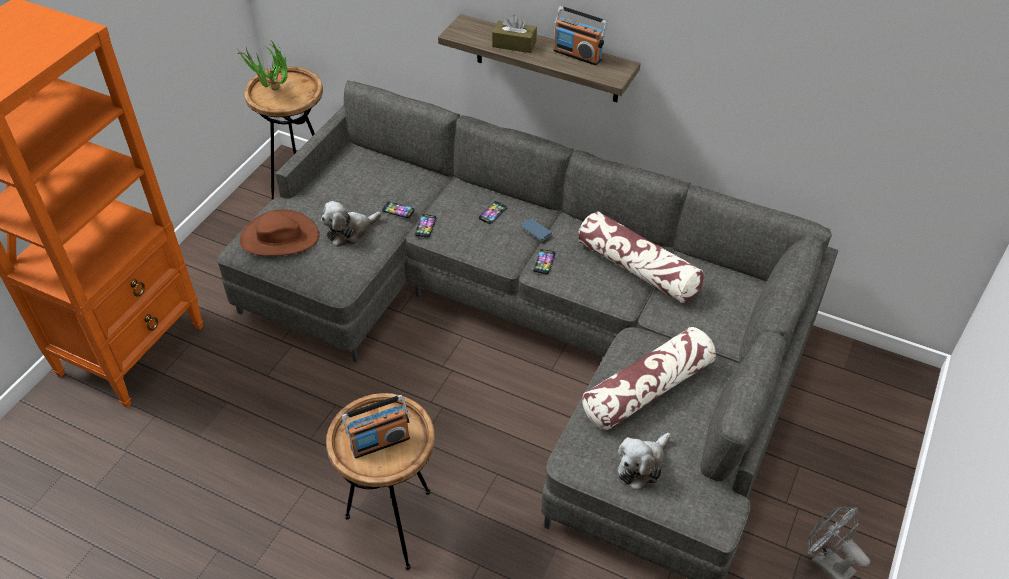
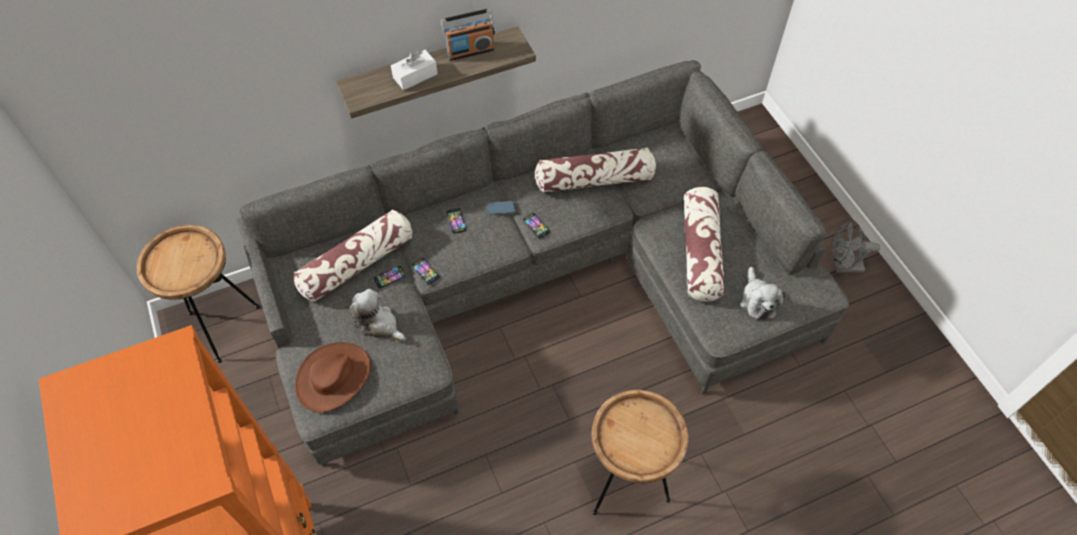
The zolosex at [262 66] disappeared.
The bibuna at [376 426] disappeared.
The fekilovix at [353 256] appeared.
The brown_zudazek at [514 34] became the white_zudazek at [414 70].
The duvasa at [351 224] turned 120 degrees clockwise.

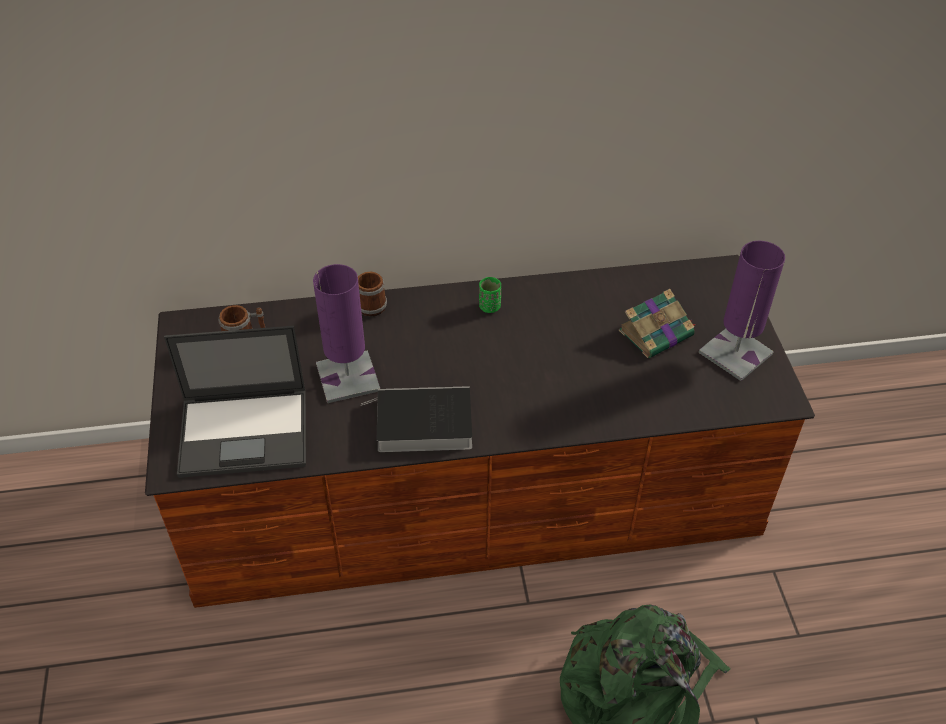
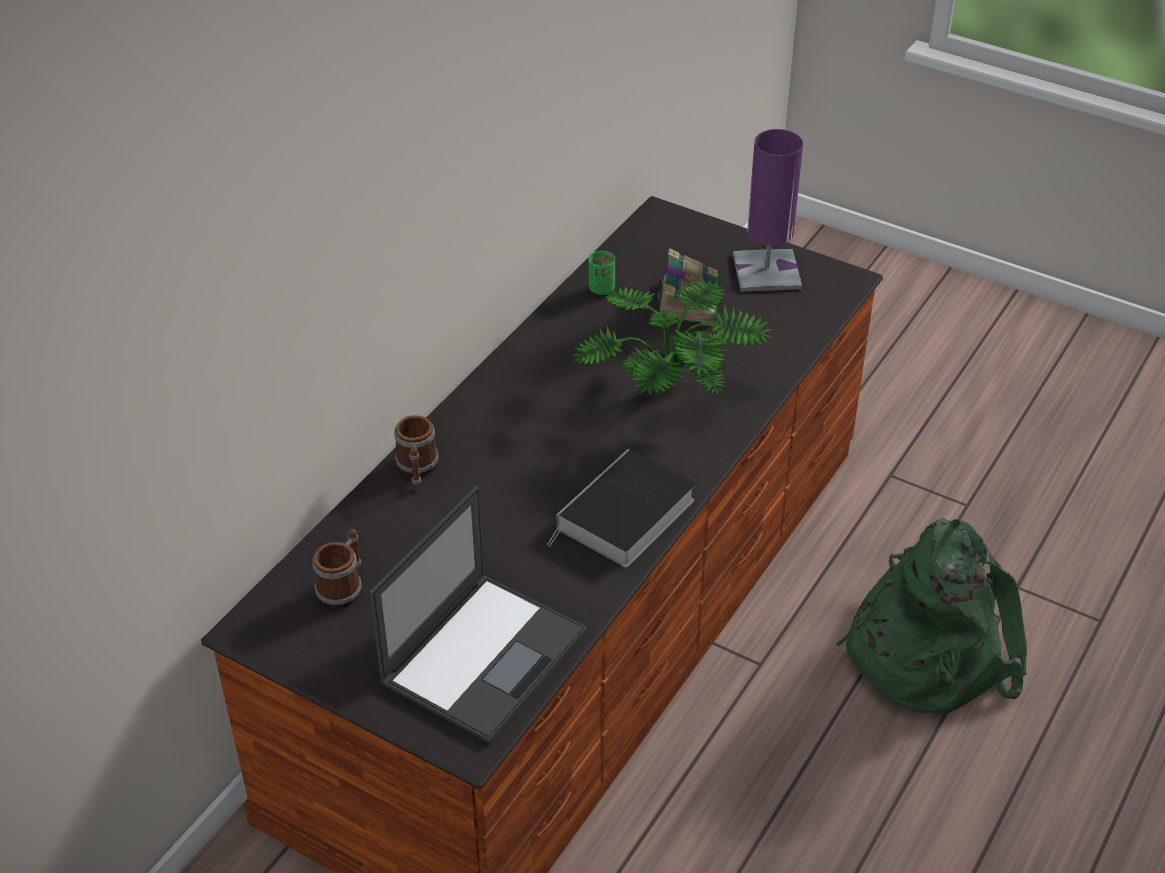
The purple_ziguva at [346 333] disappeared.
The zolosex at [673 336] appeared.
The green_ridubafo moved from [490 295] to [601 273].

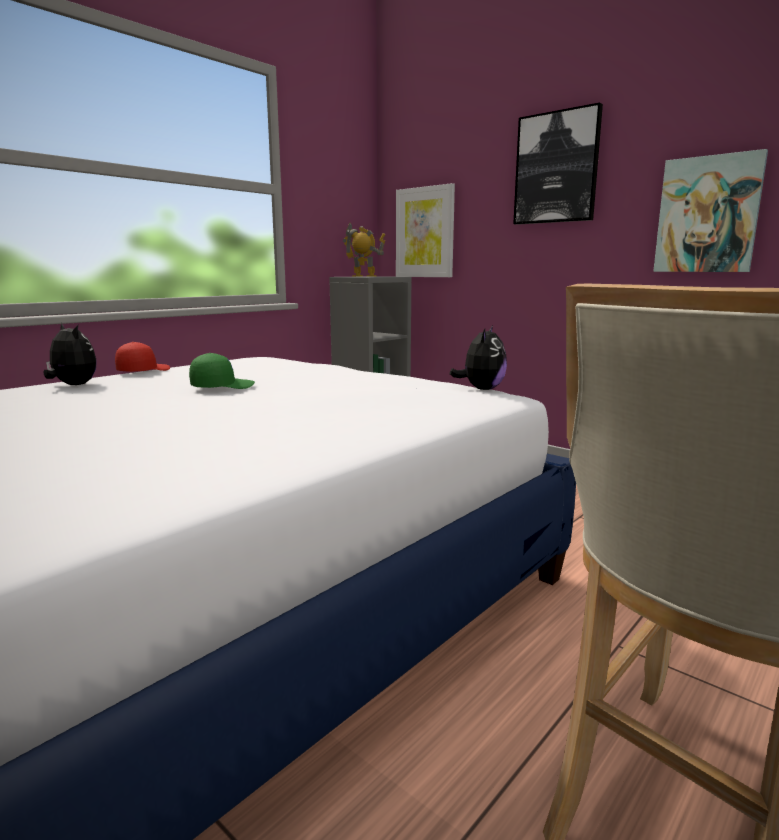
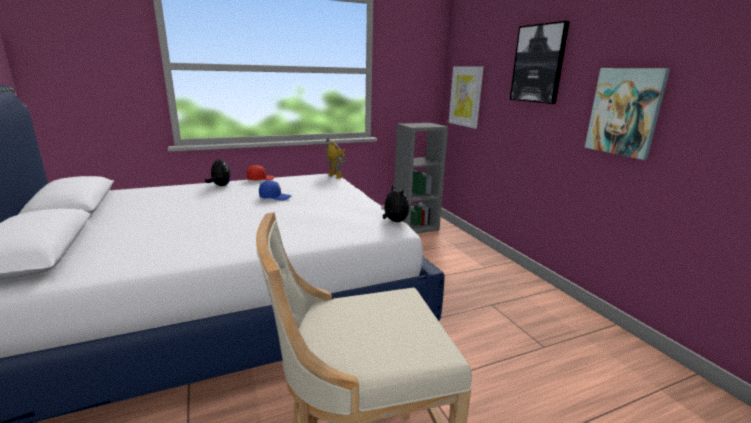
The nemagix moved from [364 250] to [335 157].
The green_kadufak at [222 371] became the blue_kadufak at [275 190].
The duvasa at [478 357] turned 75 degrees counterclockwise.

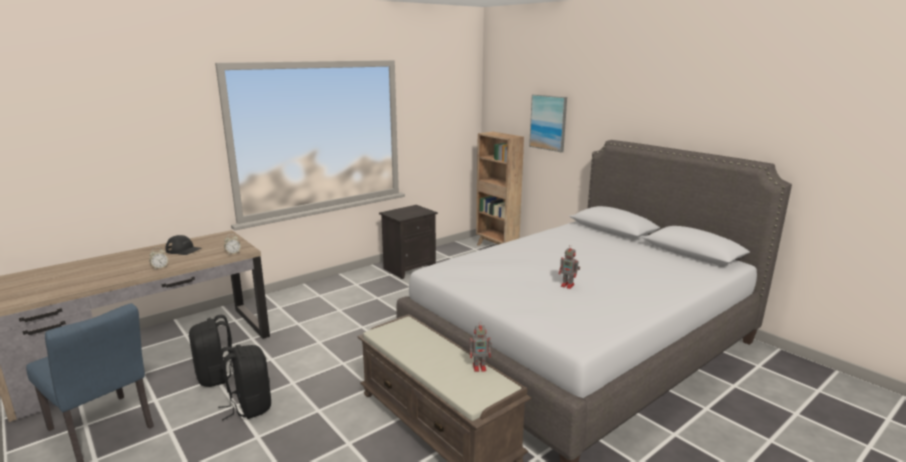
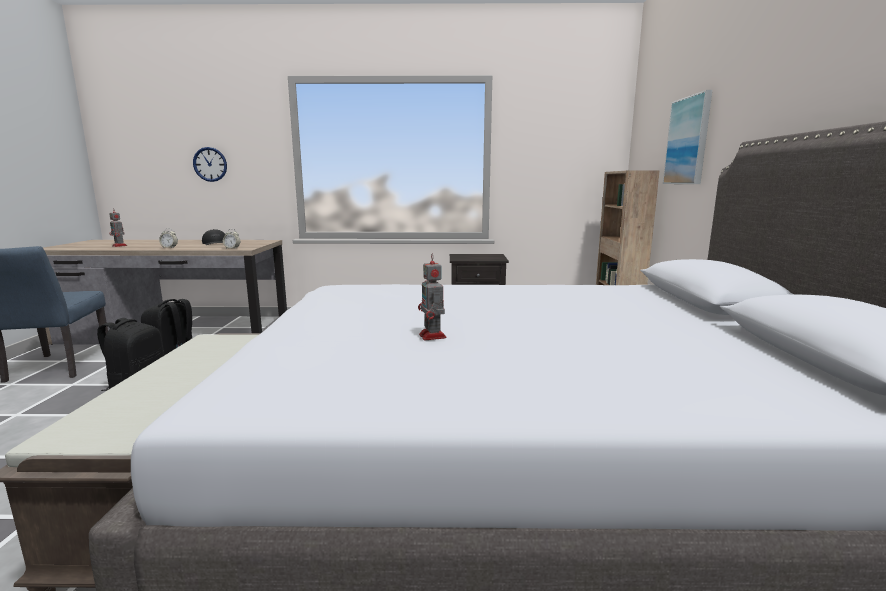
The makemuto at [210 164] appeared.
The nemagix moved from [481 346] to [118 227].

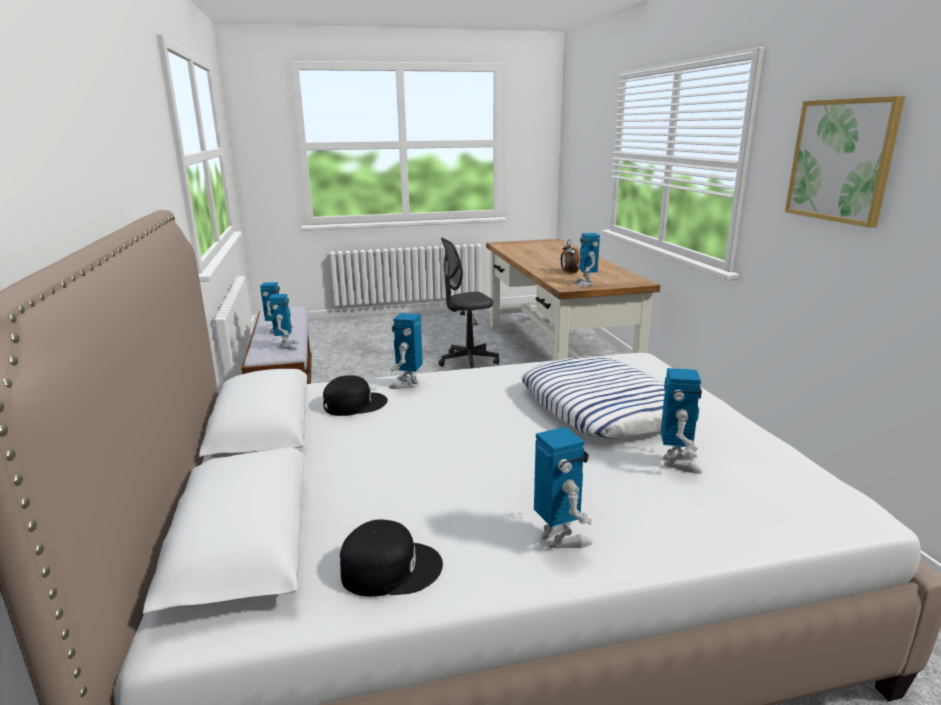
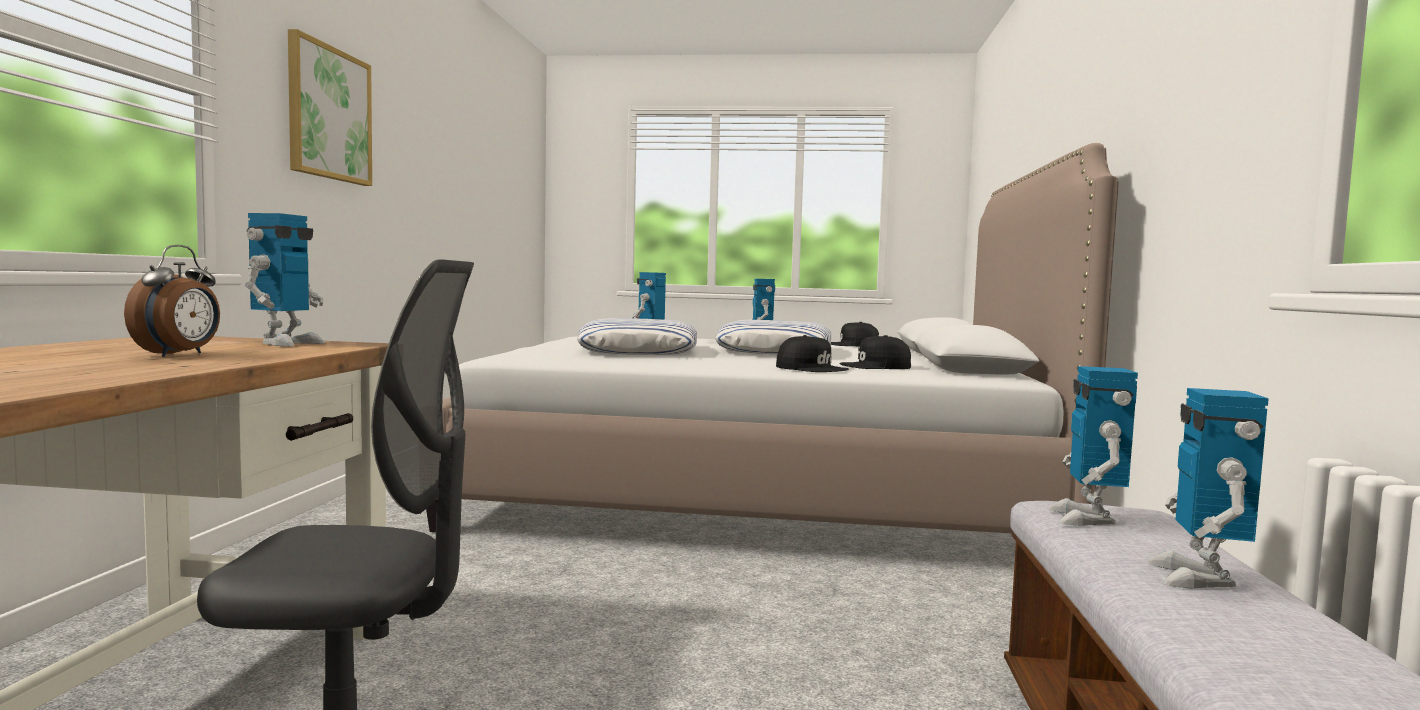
The fekilovix at [773 337] appeared.
The nemagix at [405 351] was replaced by the black_kadufak at [812 353].

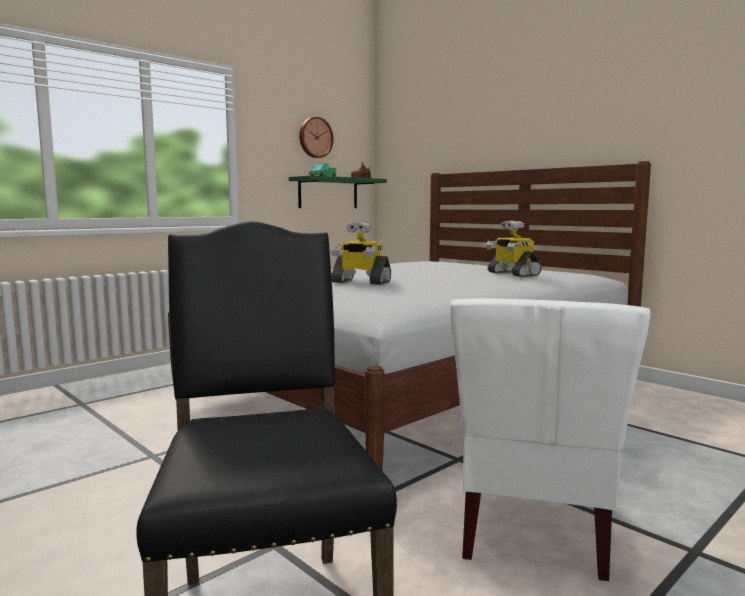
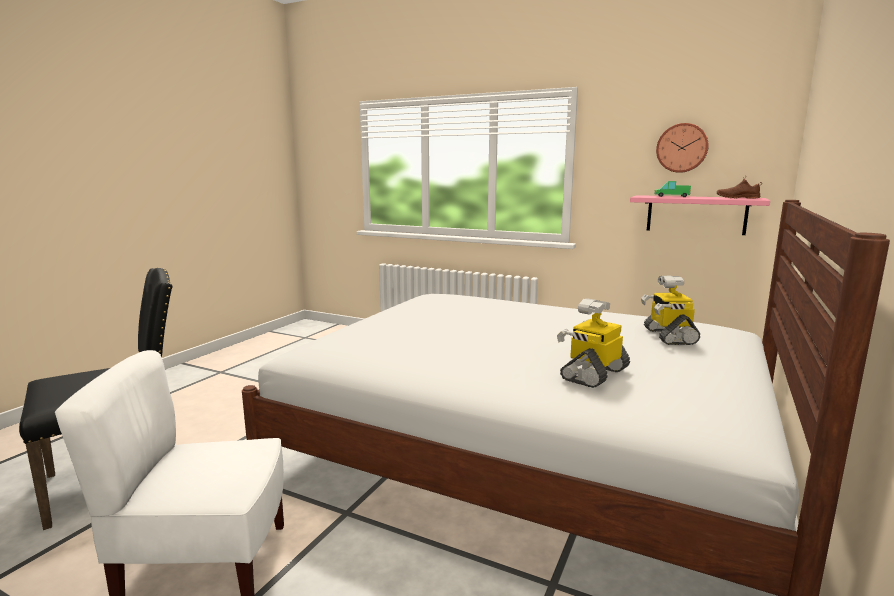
The nemagix moved from [361 253] to [670 310].
The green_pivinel at [338 191] became the pink_pivinel at [700 215].

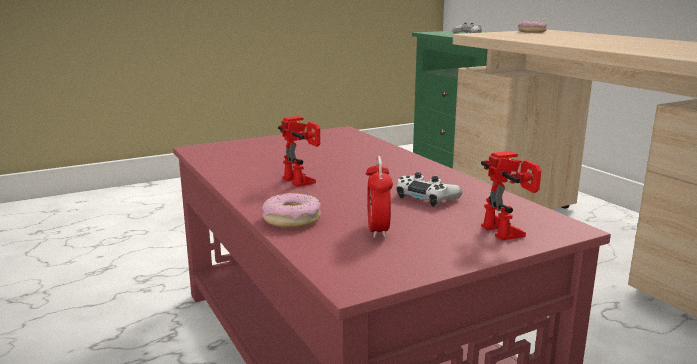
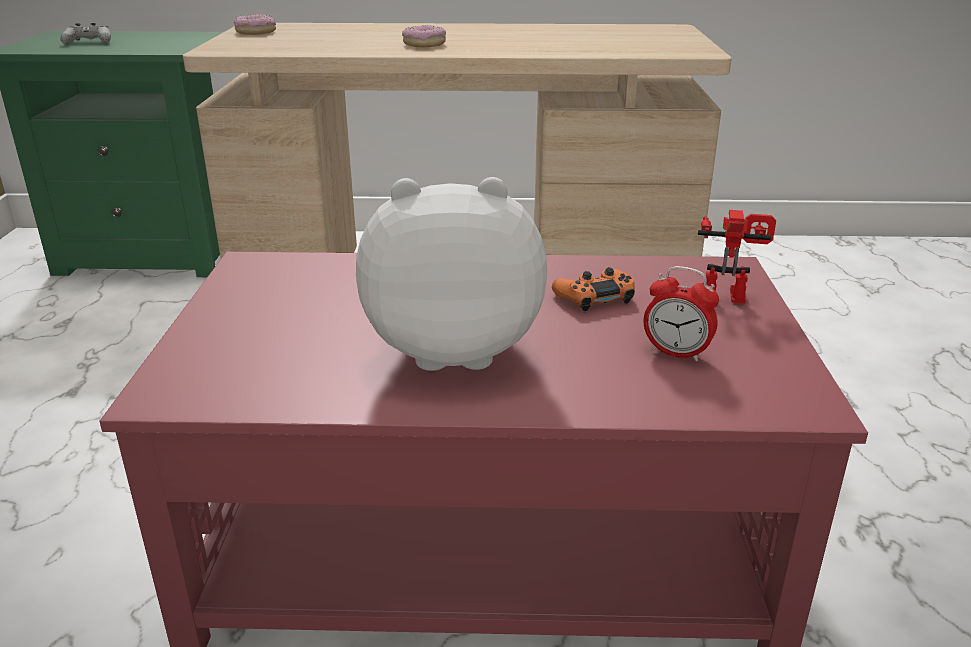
The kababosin moved from [291 210] to [424 36].
The nemagix at [299 151] was replaced by the duvasa at [451 274].
The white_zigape at [429 189] became the orange_zigape at [593 289].

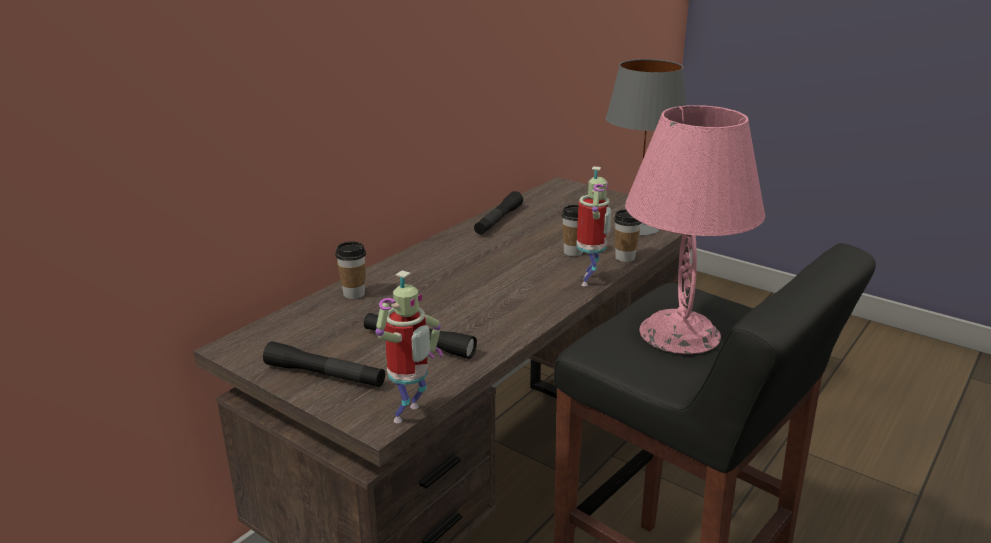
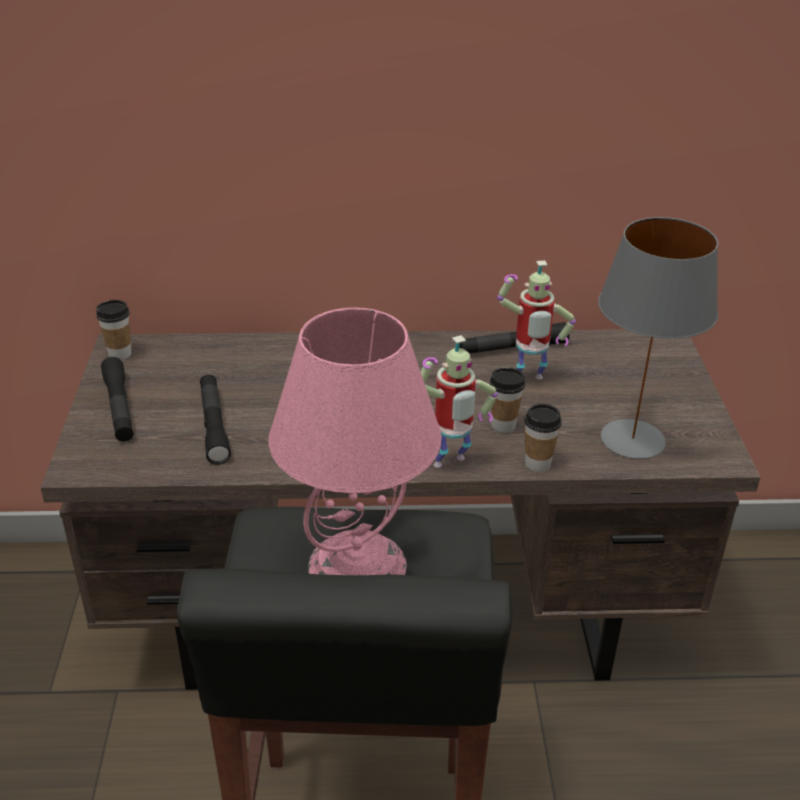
The ridubafo moved from [350 270] to [113 330].
The nemagix moved from [408 347] to [536 320].

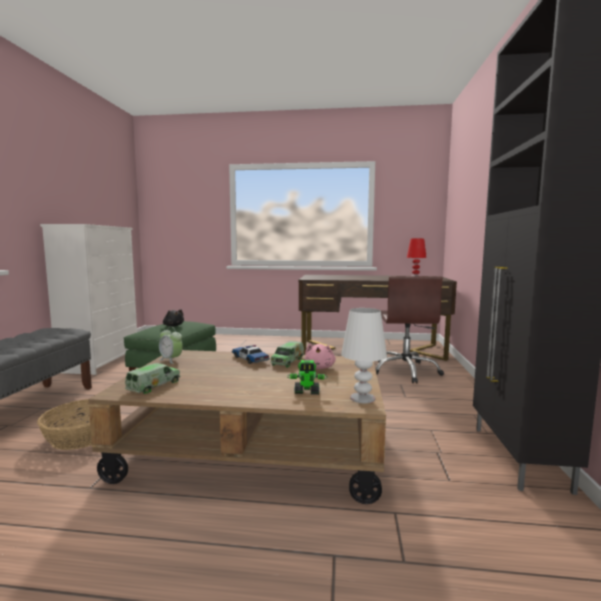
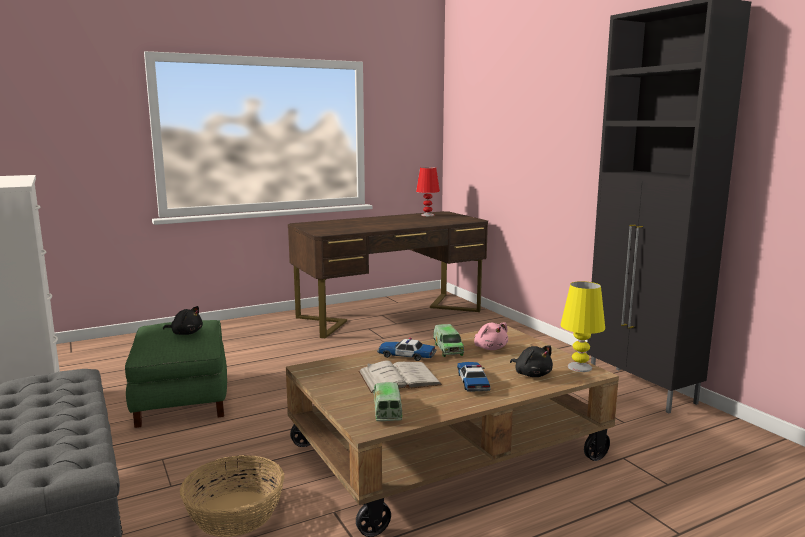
The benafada at [171 345] disappeared.
The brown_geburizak at [410 329] disappeared.
The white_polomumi at [400 377] appeared.
The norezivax at [474 376] appeared.
The nemagix at [308 377] was replaced by the black_duvasa at [531 361].
The white_ziguva at [364 355] became the yellow_ziguva at [582 326].

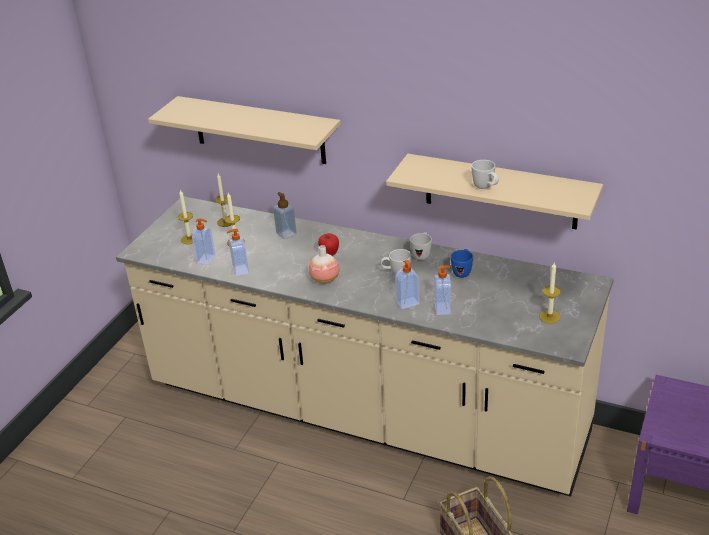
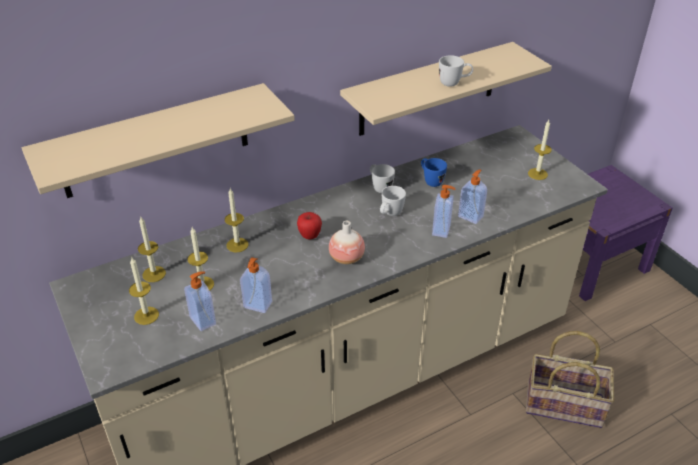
The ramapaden at [285 215] was replaced by the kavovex at [237 220].

